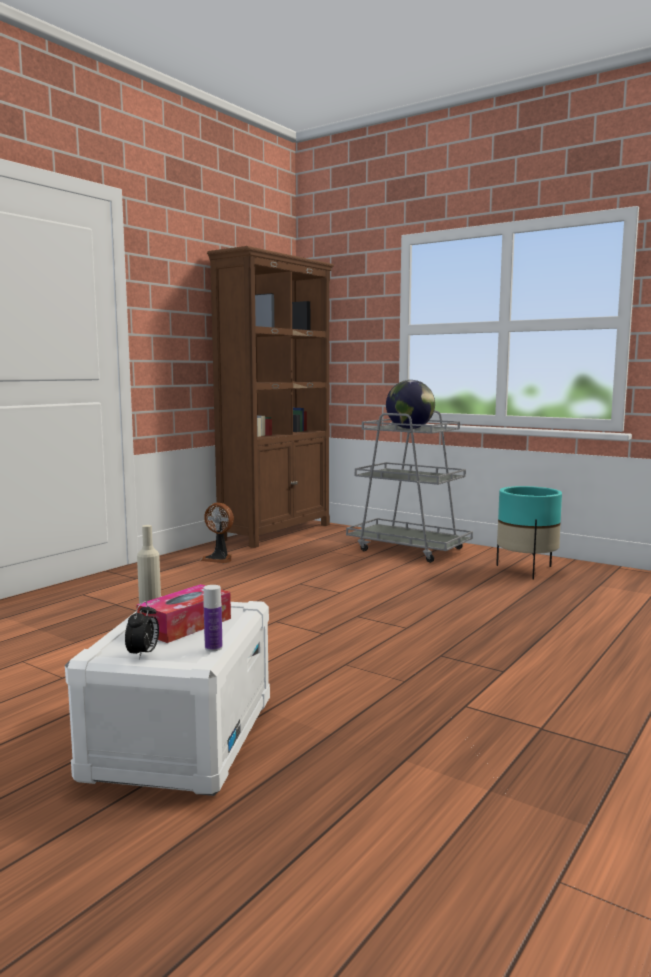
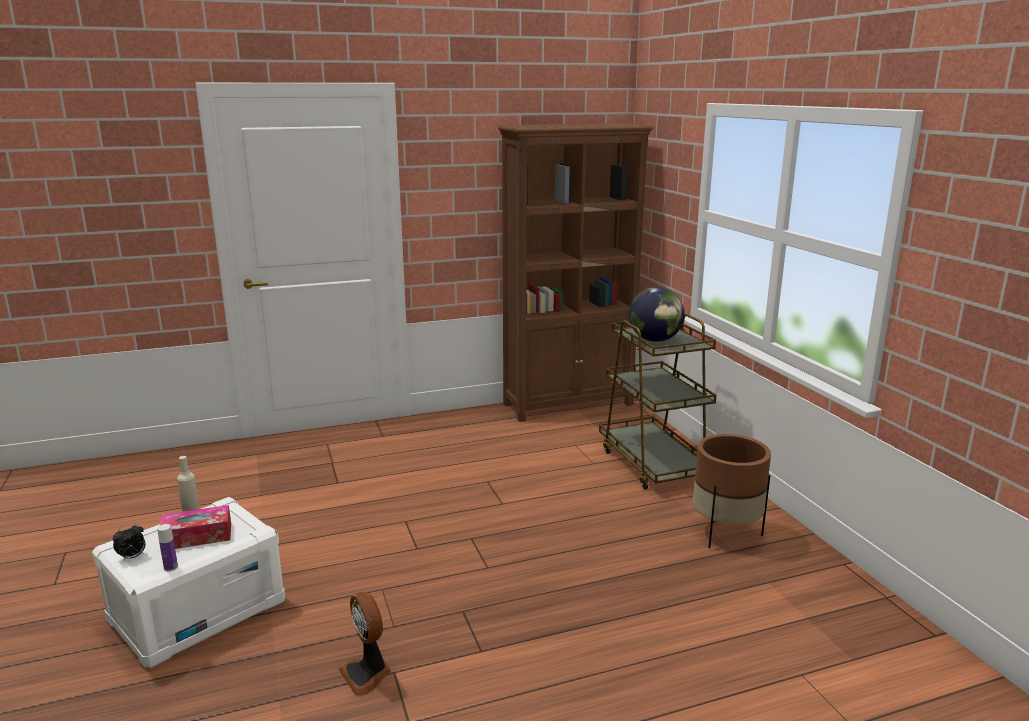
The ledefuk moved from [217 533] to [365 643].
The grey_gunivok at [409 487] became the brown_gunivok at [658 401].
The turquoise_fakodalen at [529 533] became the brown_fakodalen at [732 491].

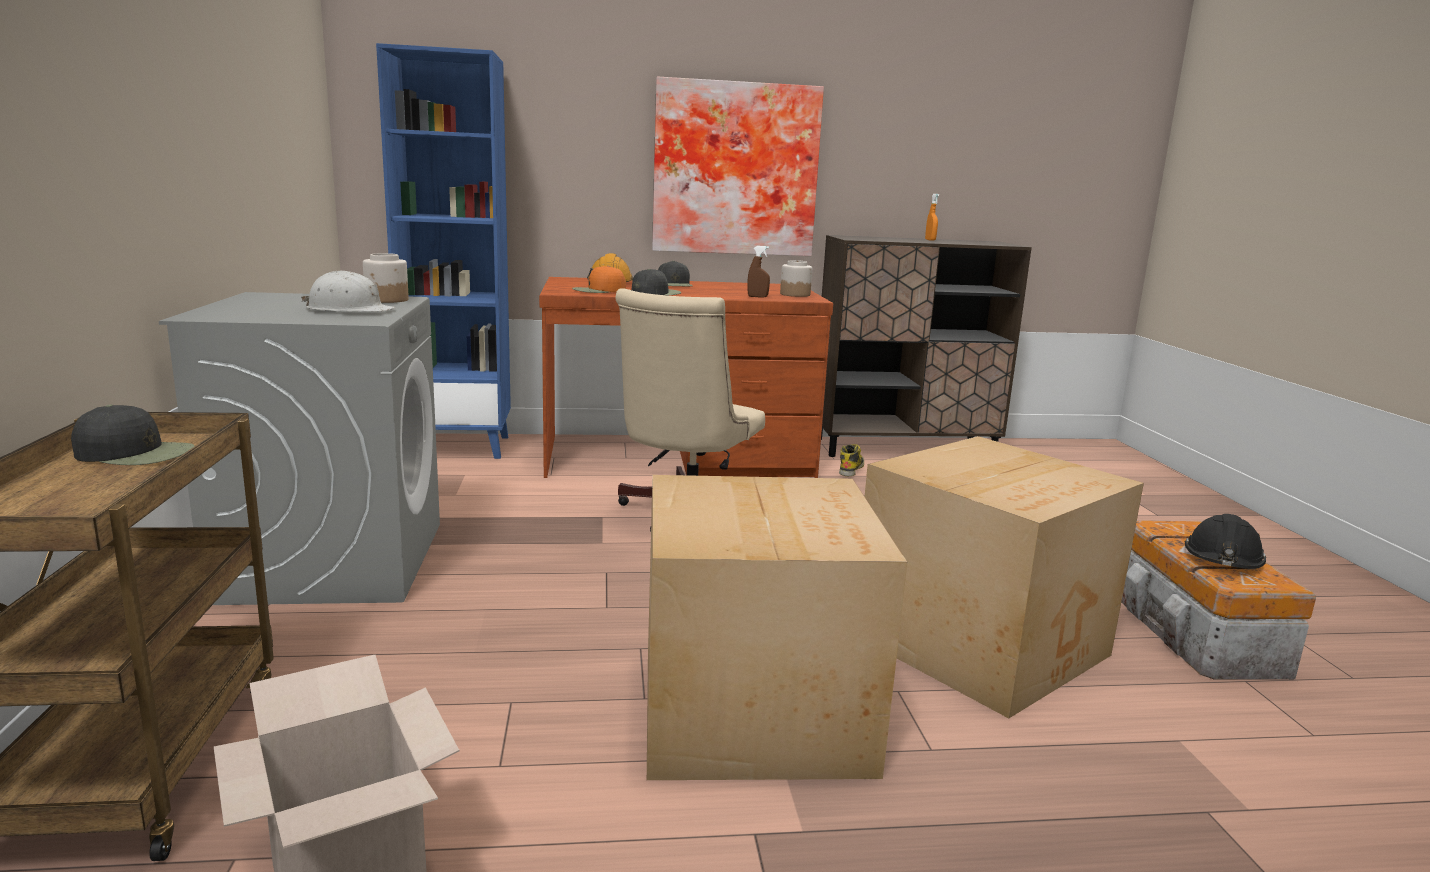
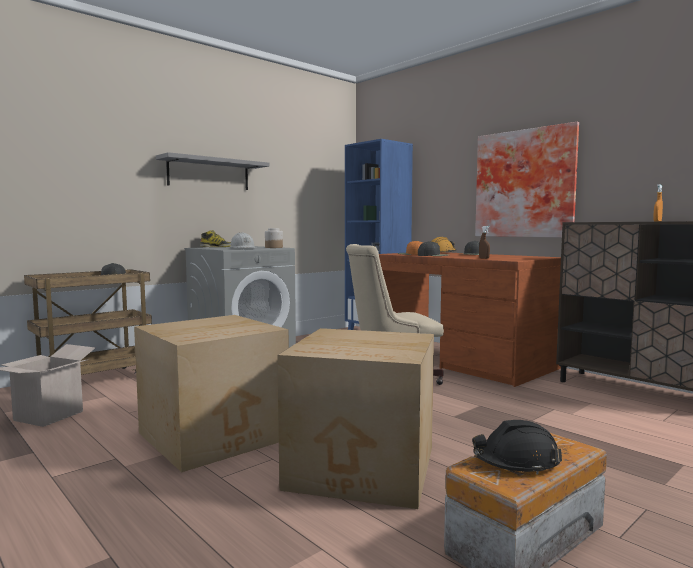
The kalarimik at [796 278] disappeared.
The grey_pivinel at [212 171] appeared.
The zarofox moved from [851 460] to [215 238].

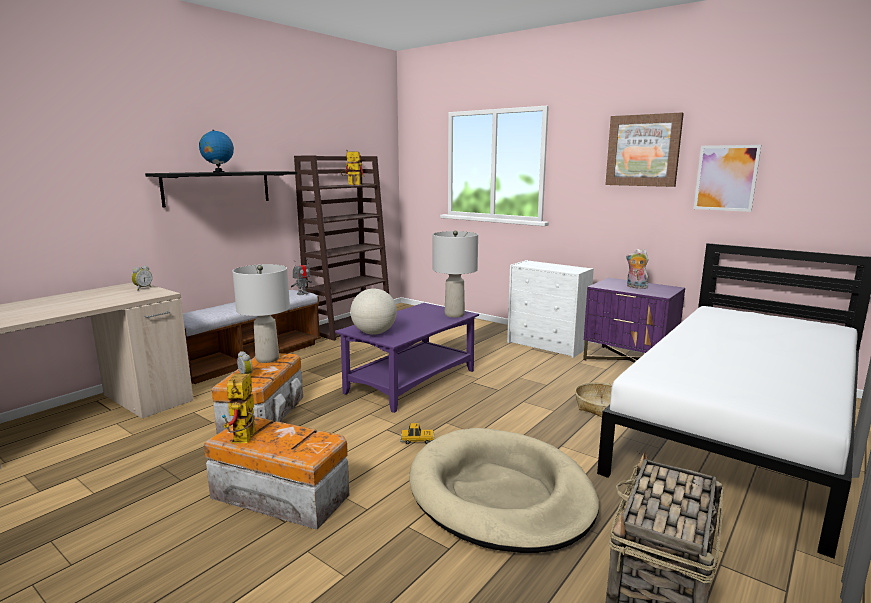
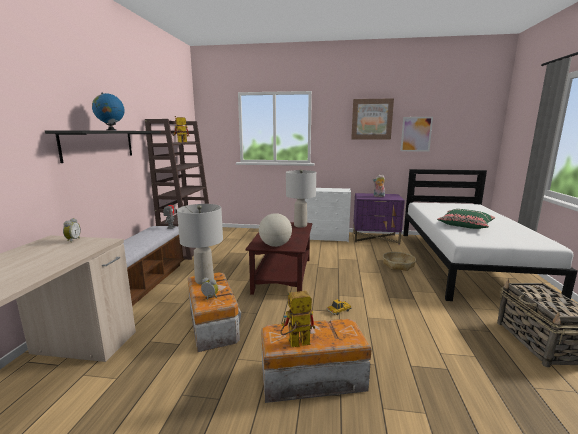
The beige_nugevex at [504 490] disappeared.
The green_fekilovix at [466 219] appeared.
The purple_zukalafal at [407 358] became the brown_zukalafal at [278 258].
The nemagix at [239 408] turned 105 degrees clockwise.

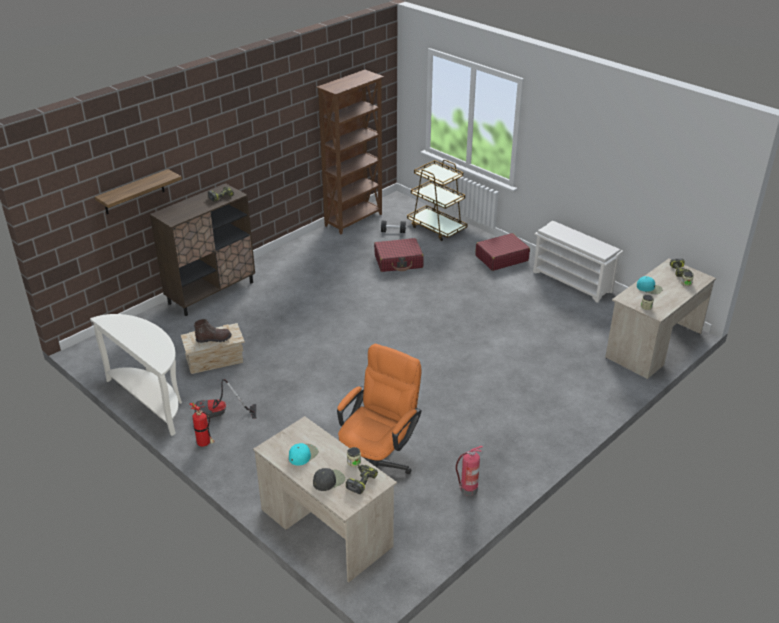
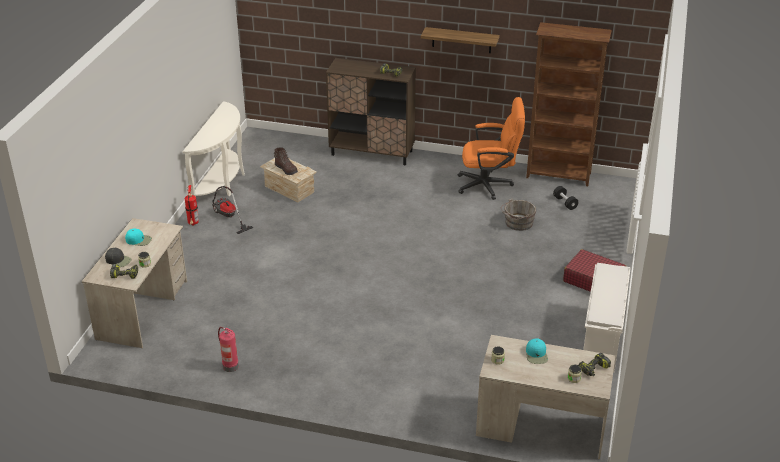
The brown_gunivok at [437 200] disappeared.
The pivinel moved from [138 191] to [460 40].
The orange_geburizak moved from [379 409] to [491 148].
The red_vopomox at [399 255] was replaced by the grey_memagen at [518 214].

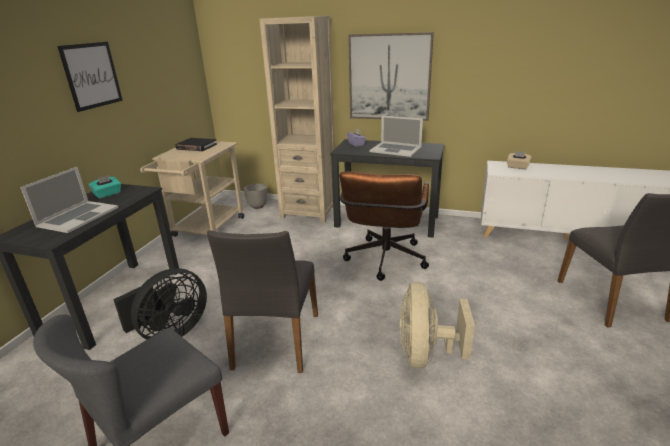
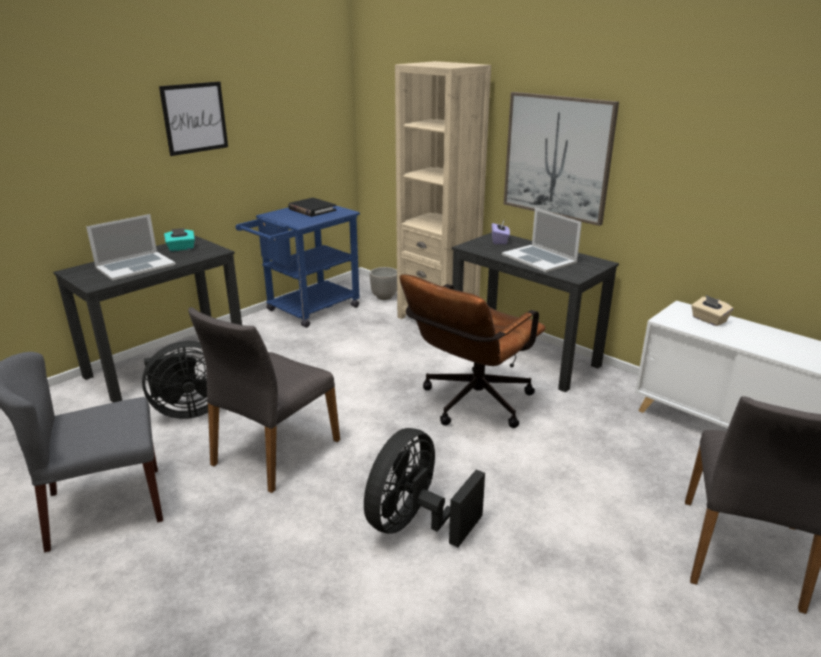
The beige_gunivok at [192 189] became the blue_gunivok at [298 267].
The beige_ledefuk at [437 325] became the black_ledefuk at [424 487].

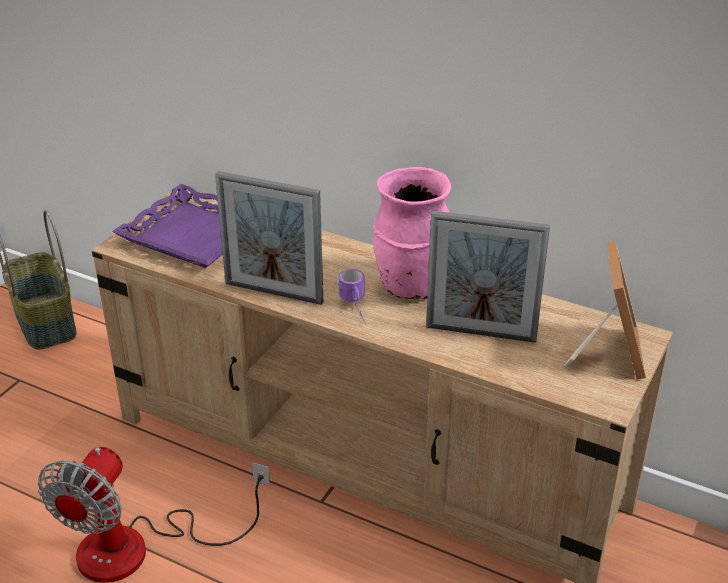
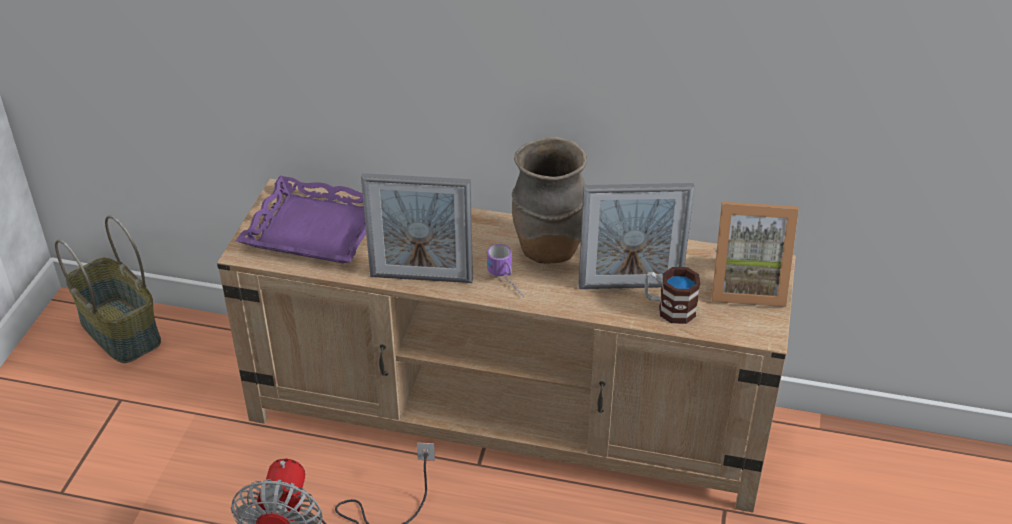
The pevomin at [672 295] appeared.
The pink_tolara at [412 233] became the brown_tolara at [549 200].
The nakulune at [604 310] turned 105 degrees clockwise.

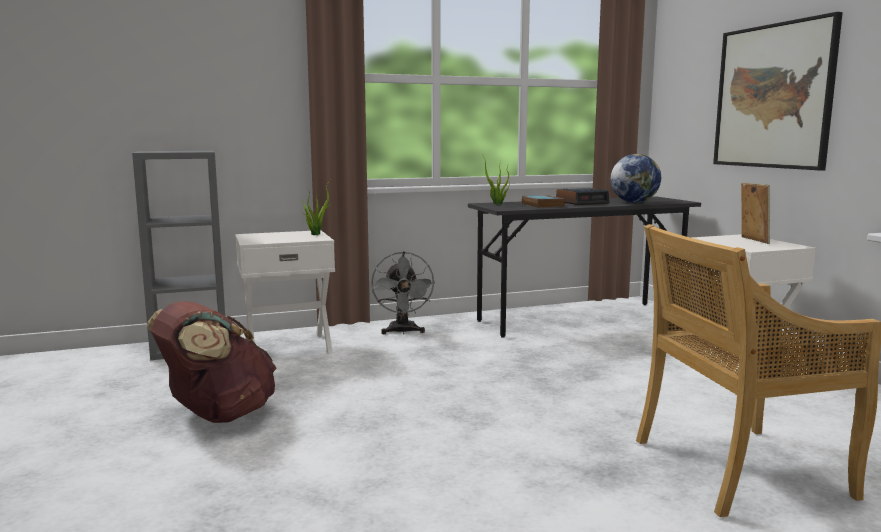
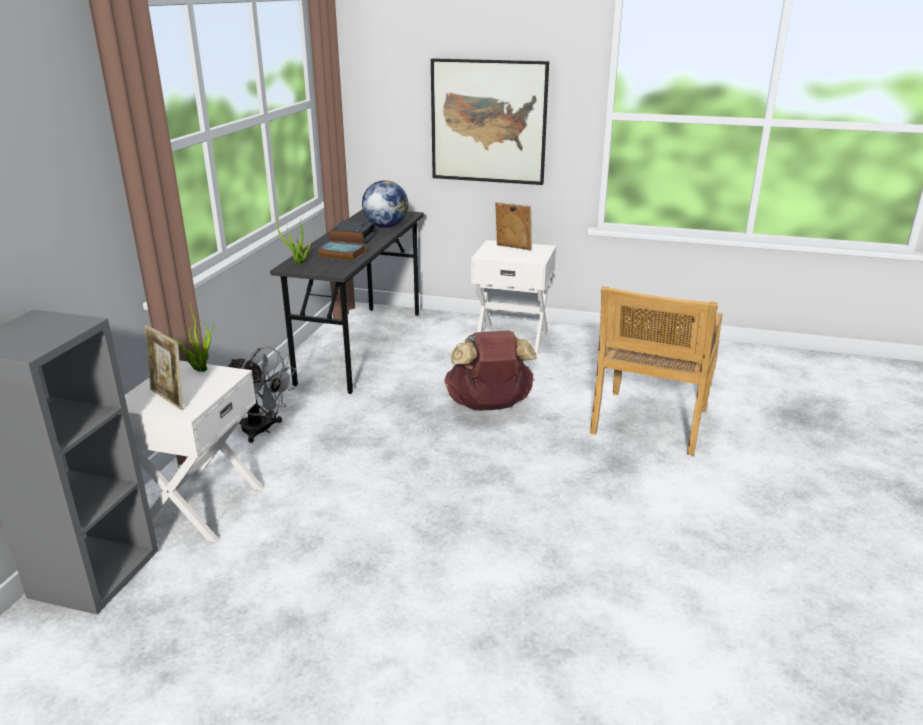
The nakulune at [164 367] appeared.
The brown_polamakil moved from [212 362] to [490 370].

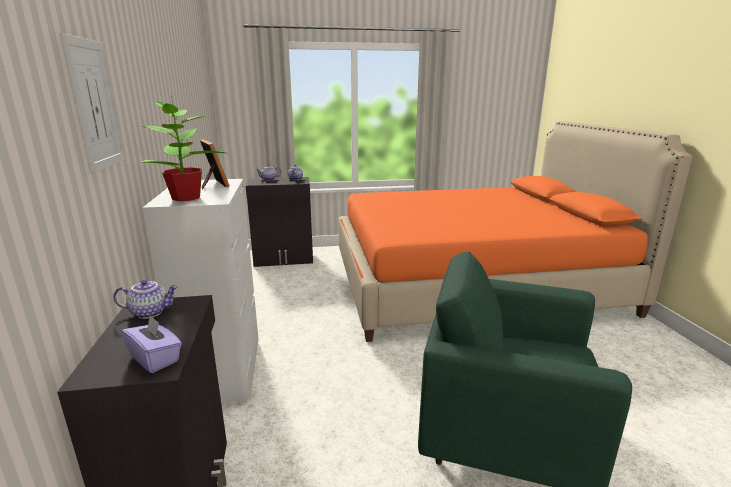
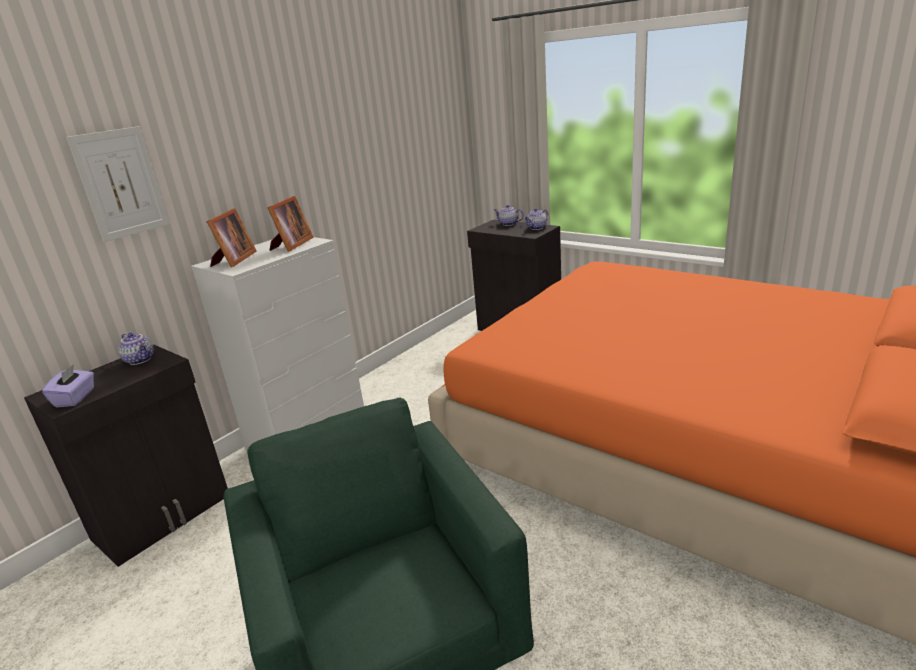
The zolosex at [184 151] was replaced by the nakulune at [231 237].

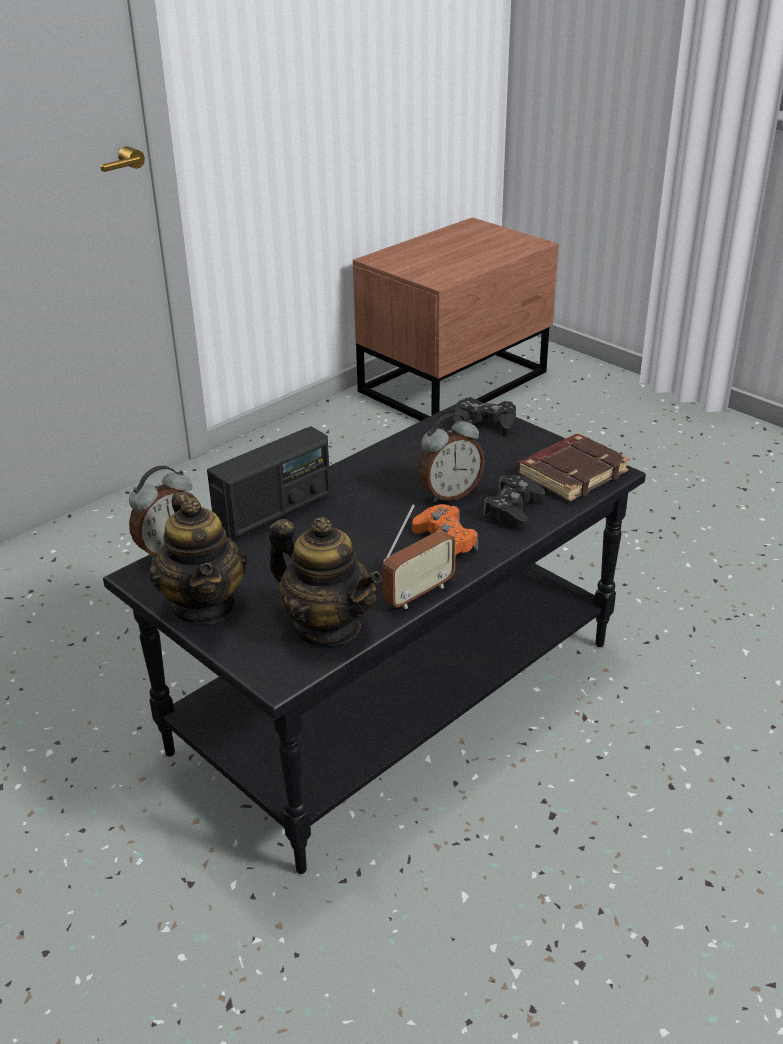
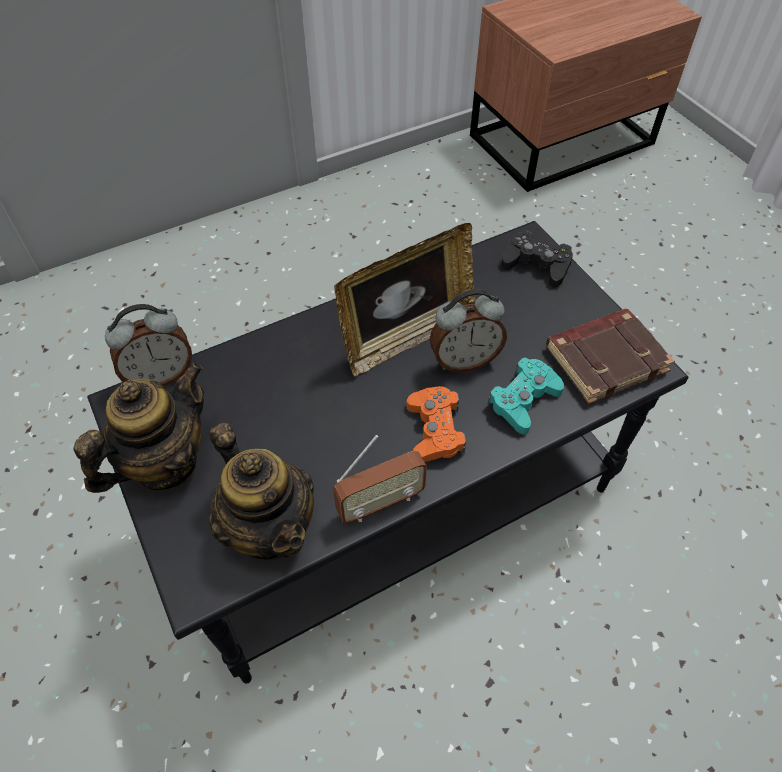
The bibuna at [269 482] disappeared.
The nakulune at [404 299] appeared.
The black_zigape at [514 502] became the turquoise_zigape at [526 396].
The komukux at [198 558] turned 135 degrees counterclockwise.

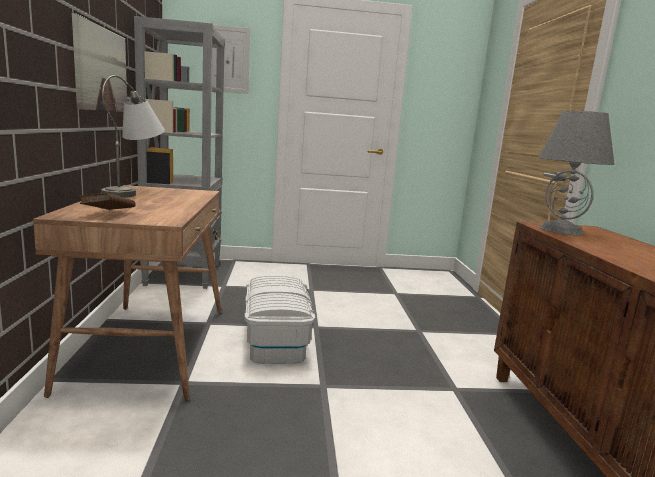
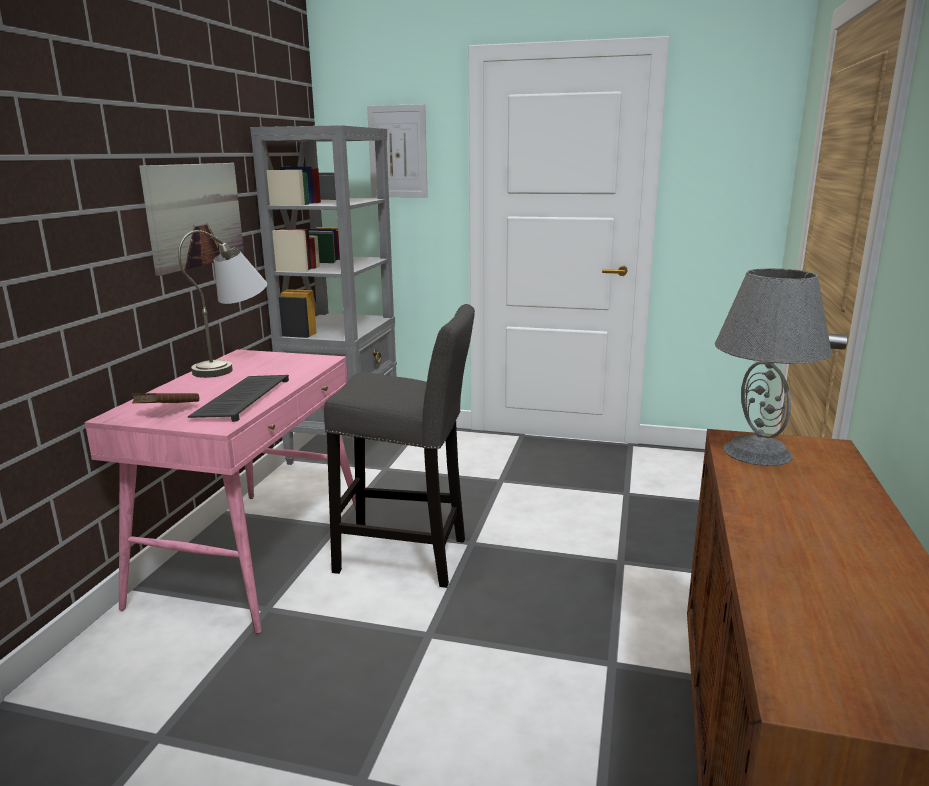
The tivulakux at [238 398] appeared.
The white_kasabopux at [280 319] was replaced by the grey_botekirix at [399 446].
The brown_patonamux at [127 293] became the pink_patonamux at [220 492].

